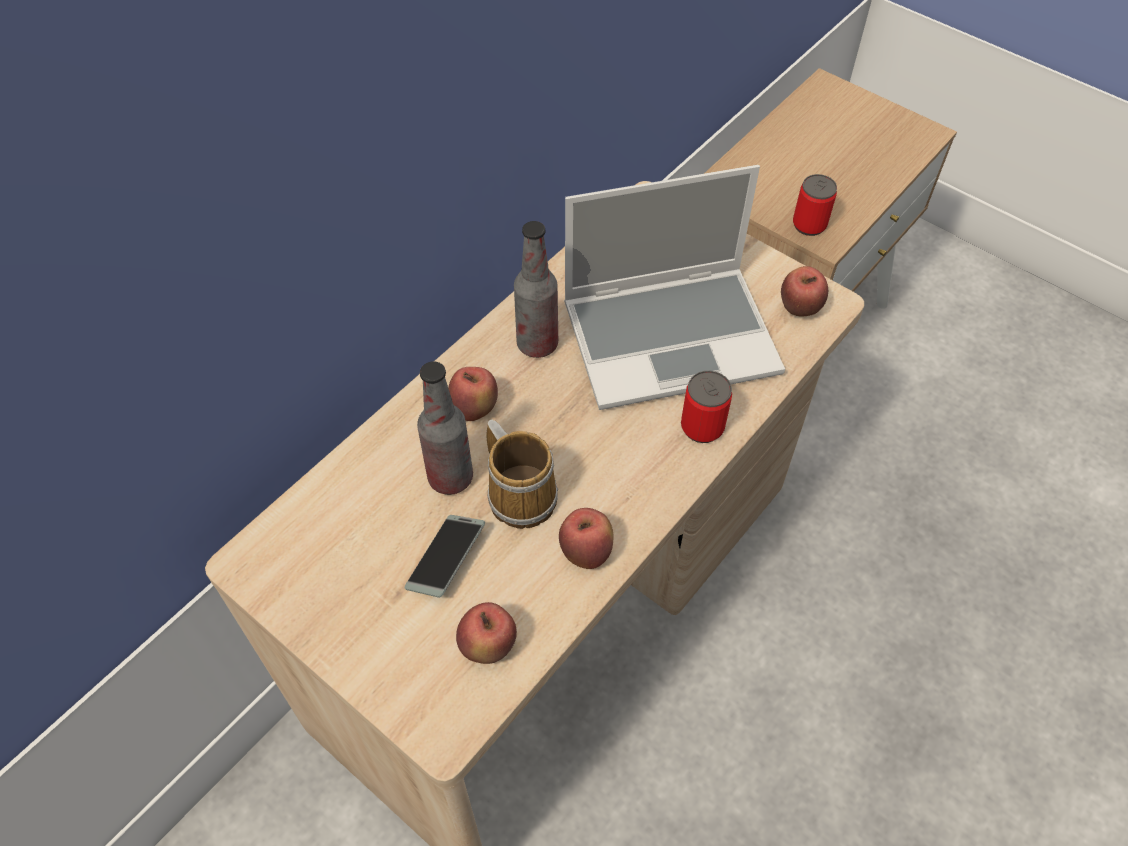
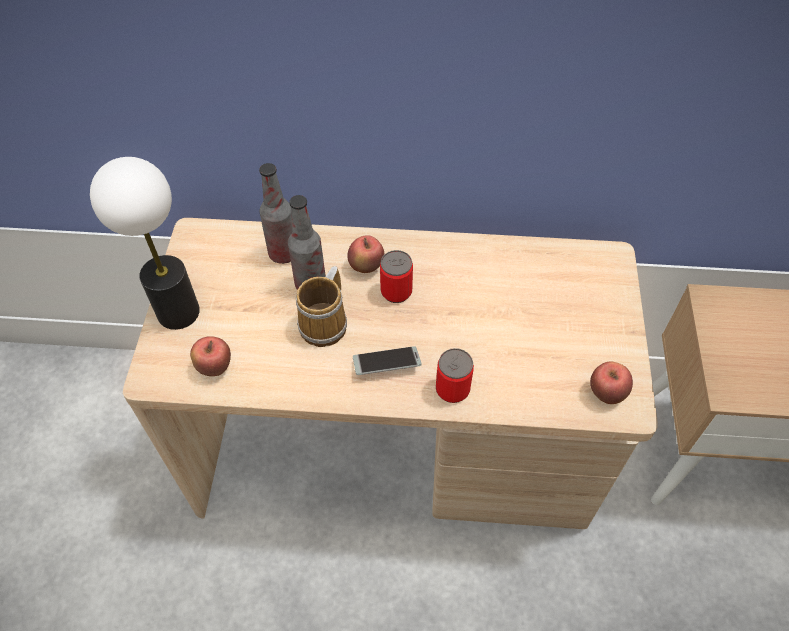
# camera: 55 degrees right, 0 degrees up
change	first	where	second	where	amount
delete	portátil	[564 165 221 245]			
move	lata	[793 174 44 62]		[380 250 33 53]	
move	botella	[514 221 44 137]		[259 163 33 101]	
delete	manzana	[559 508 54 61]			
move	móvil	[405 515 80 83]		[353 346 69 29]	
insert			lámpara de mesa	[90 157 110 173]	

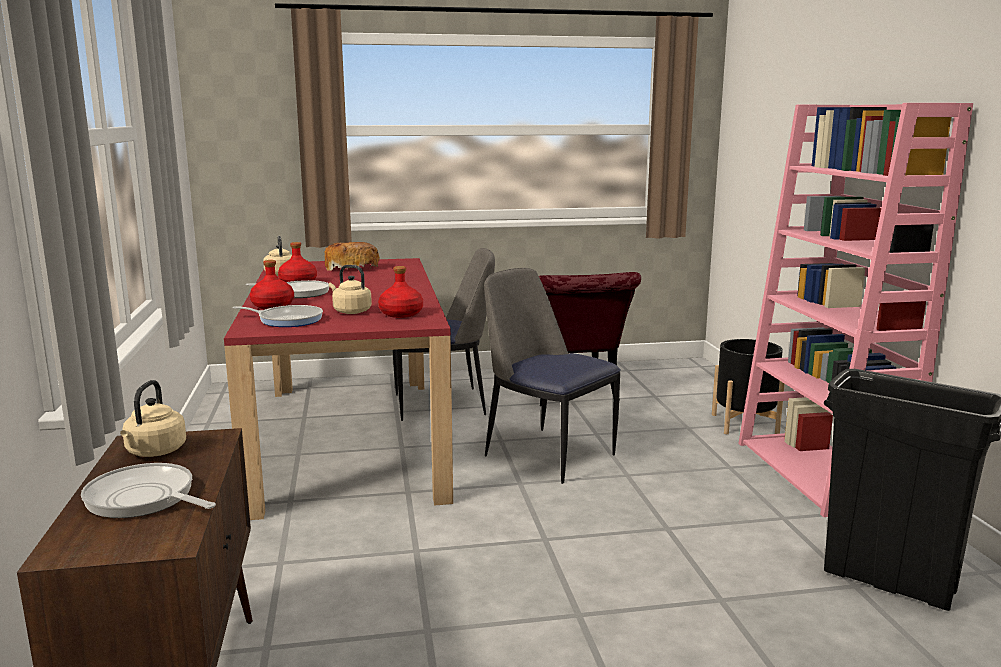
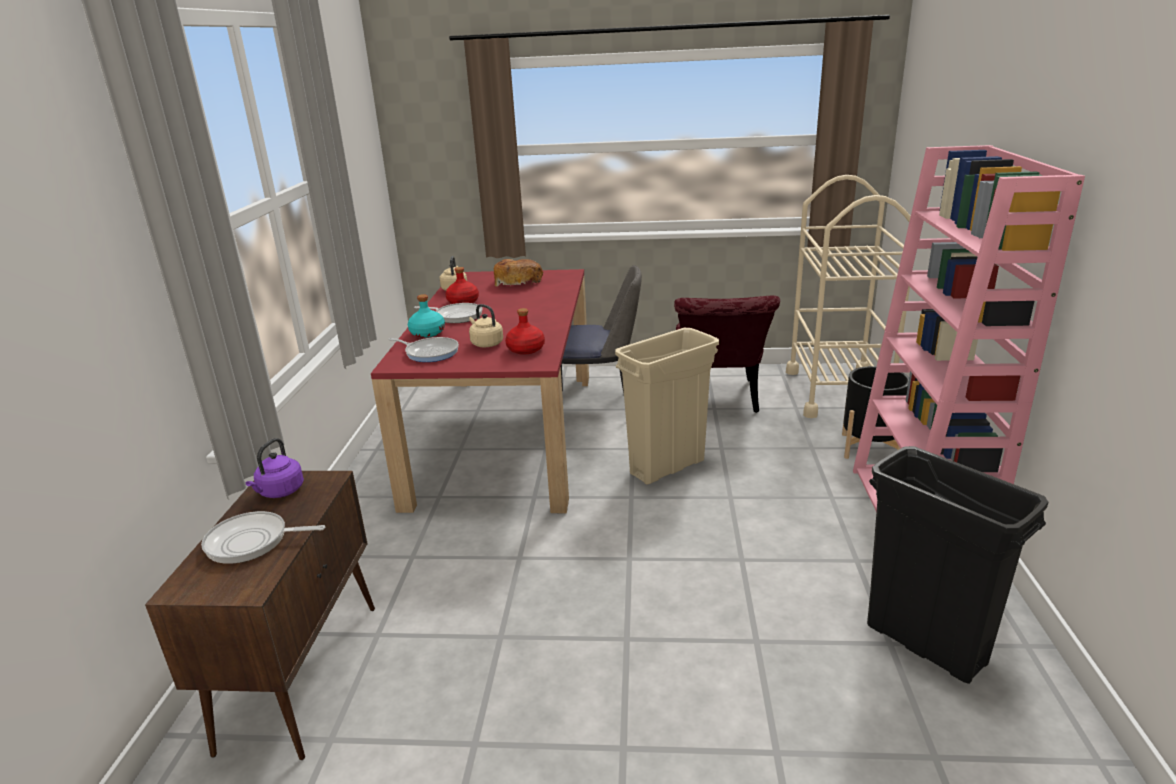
# camera: 15 degrees right, 10 degrees up
change	first	where	second	where	amount
recolor	botella (rojo)	[250 260 44 49]	botella (turquesa)	[408 294 37 44]	
replace	silla	[484 268 137 216]	papelera (beis)	[615 328 104 157]	
recolor	hervidor (beis)	[120 380 66 77]	hervidor (morado)	[246 438 58 60]	
rotate	sartén	[81 463 135 55]		[201 511 124 53]	45 degrees counterclockwise
insert			carrito (beis)	[786 175 125 243]	

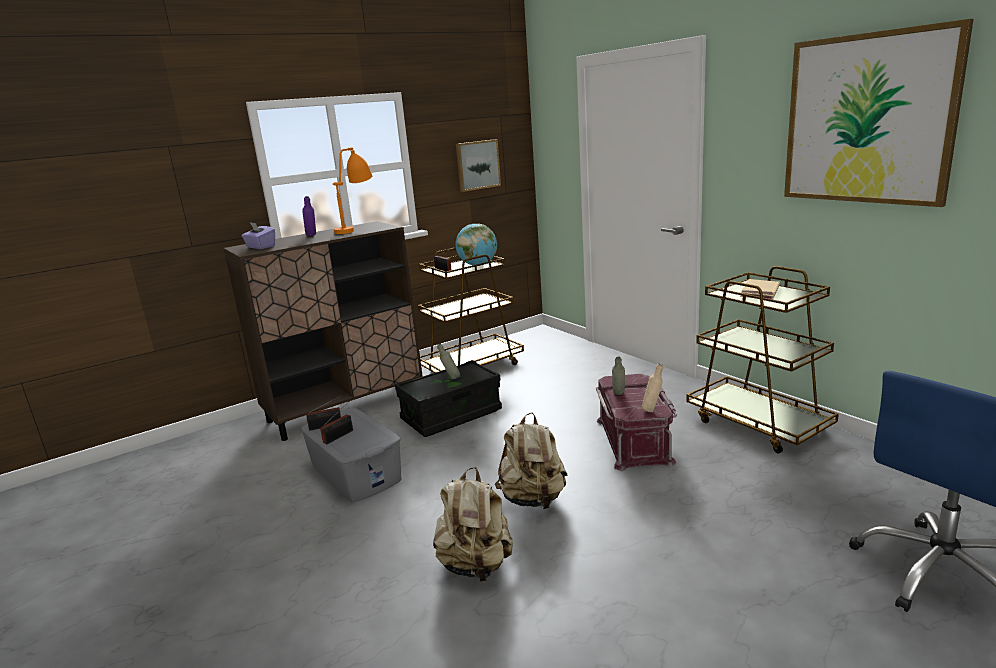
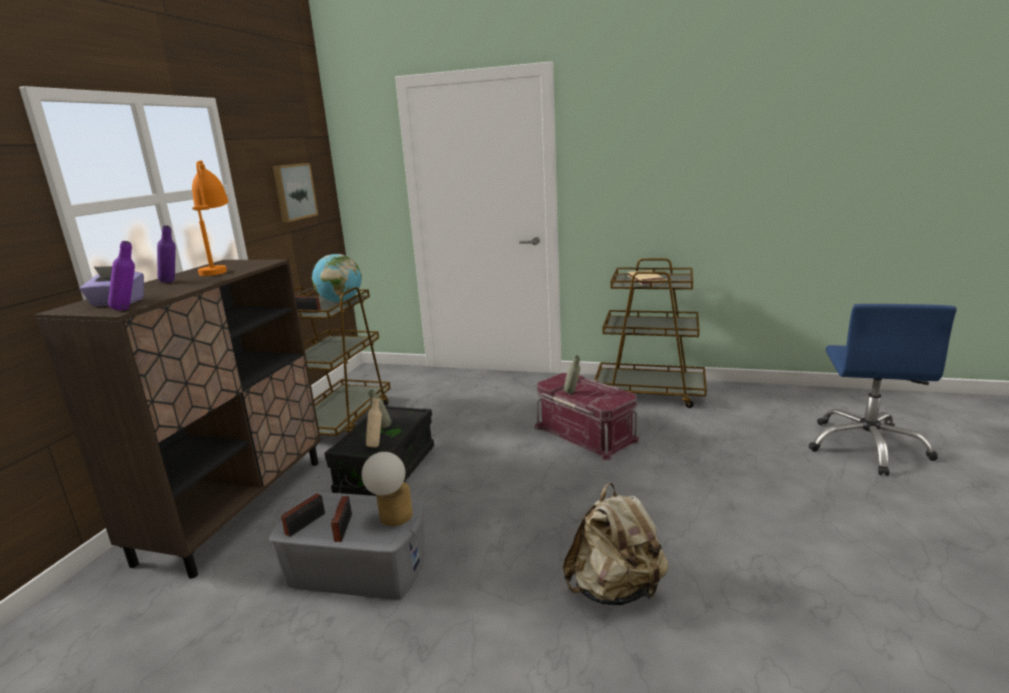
# camera: 40 degrees left, 0 degrees up
change	first	where	second	where	amount
delete	cuadro	[784 19 190 188]			
move	botella (beis)	[641 363 22 49]		[366 397 16 50]	
delete	mochila (beis)	[495 412 73 97]			
insert			botella (morado)	[108 241 27 70]	
insert			lámpara de mesa	[362 452 51 74]	

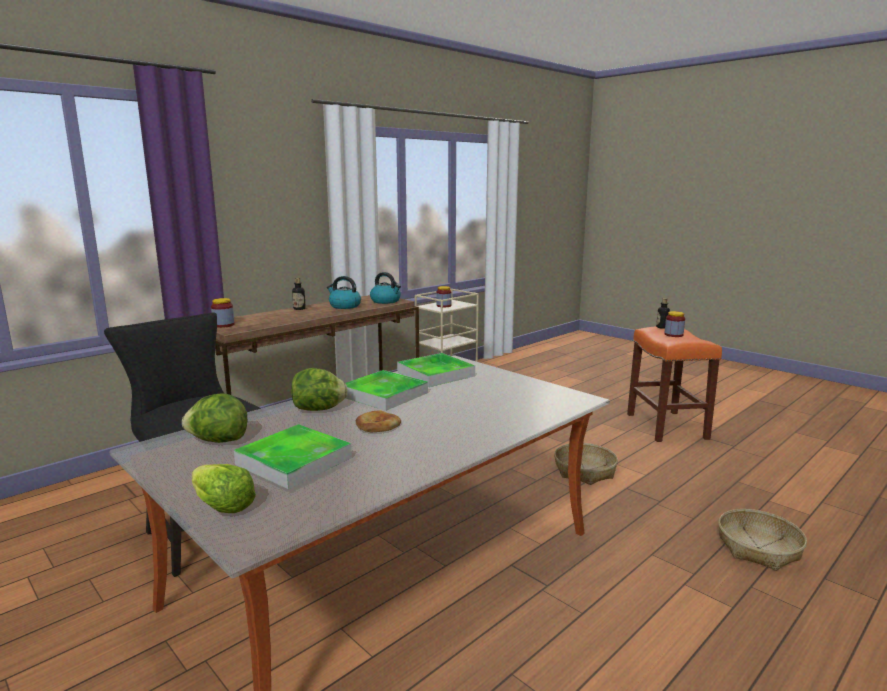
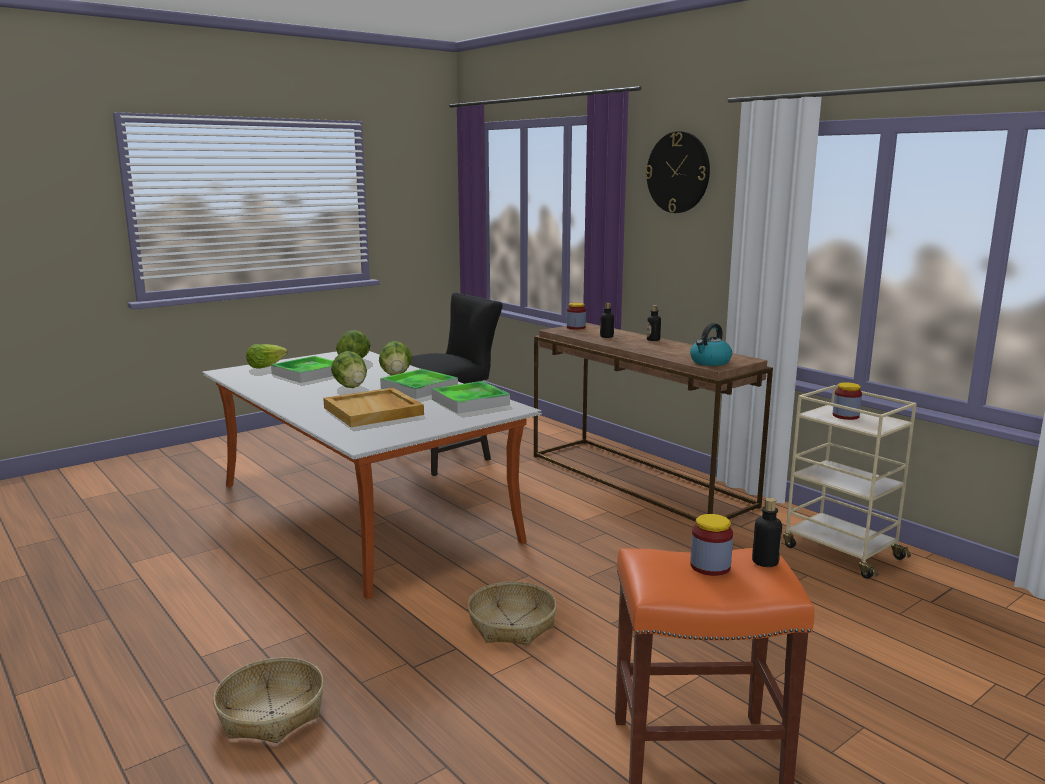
# camera: 95 degrees right, 0 degrees up
change	first	where	second	where	amount
delete	hervidor	[327 276 34 33]			
replace	pan	[356 410 45 23]	lechuga	[331 351 36 37]	
insert			reloj de pared	[645 131 65 82]	
insert			botella	[600 303 14 35]	
insert			bandeja (beis)	[323 388 101 39]	

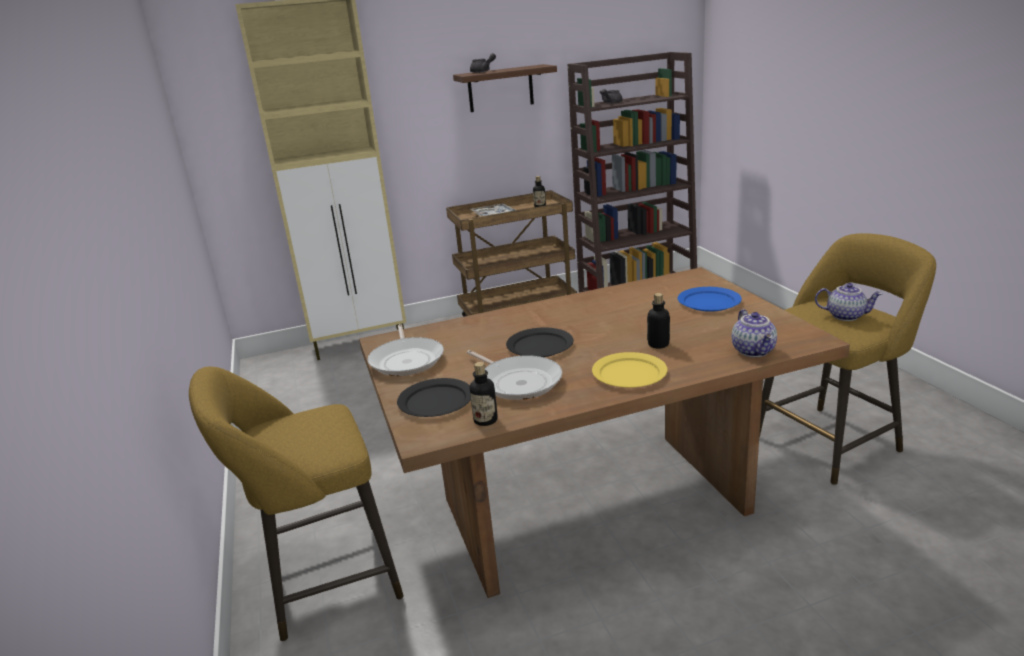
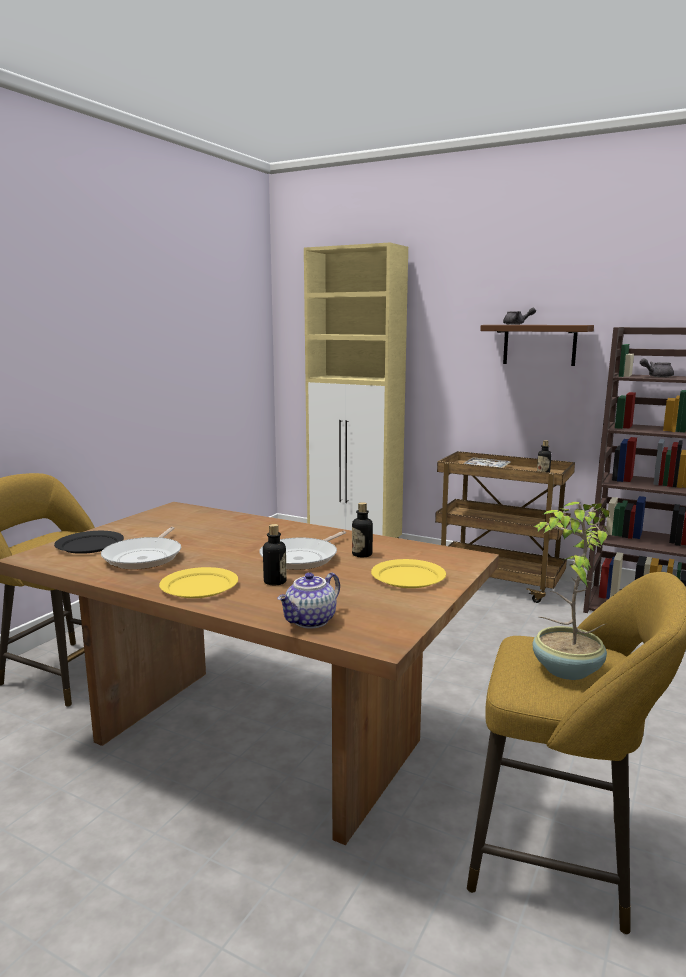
# camera: 45 degrees right, 10 degrees down
change	first	where	second	where	amount
replace	tetera	[815 283 67 38]	planta en maceta	[532 502 78 178]	
recolor	plato (azul)	[678 287 64 25]	plato (amarillo)	[371 559 75 29]	
move	sartén	[368 324 76 52]		[259 531 87 39]	
delete	plato (negro)	[506 327 68 30]			
move	botella	[470 362 28 64]		[352 502 21 55]	

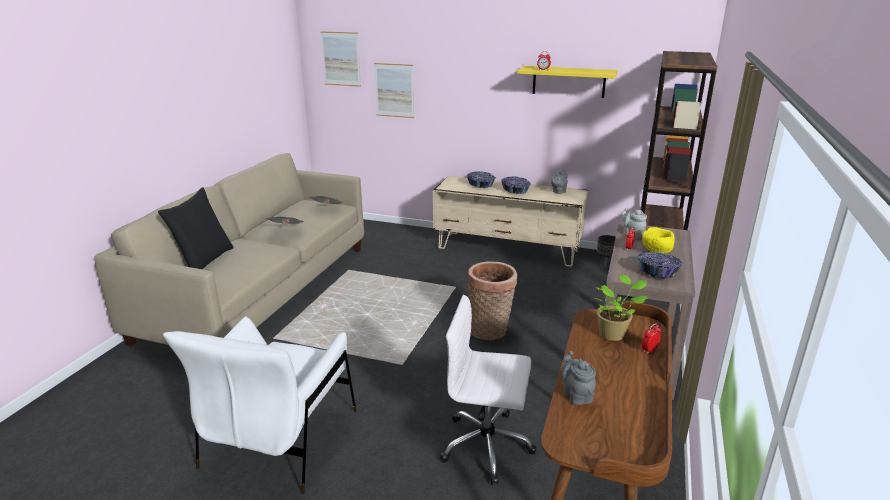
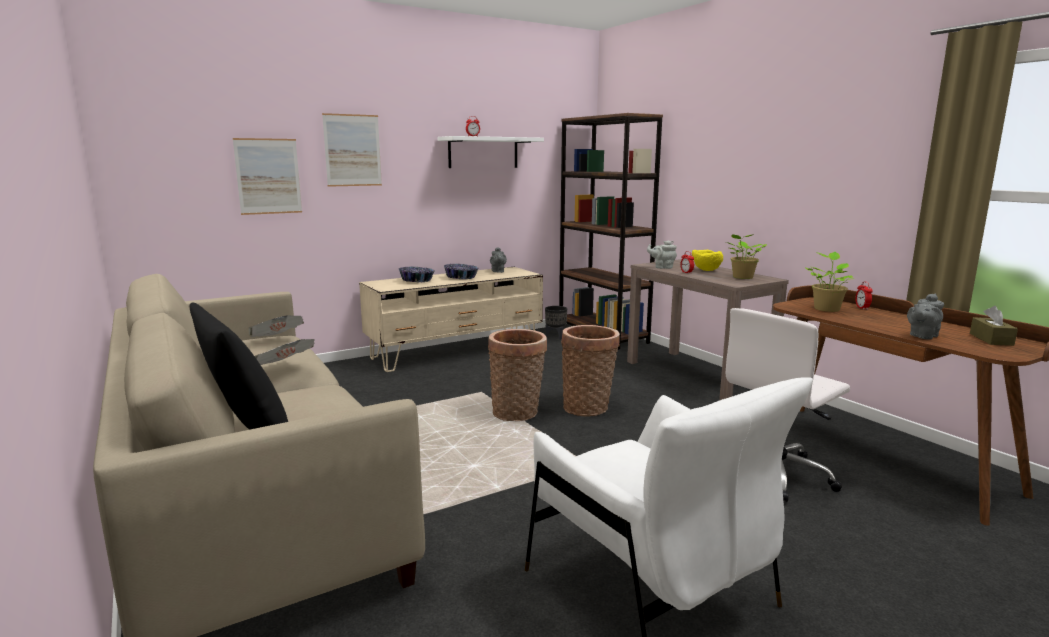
# camera: 50 degrees left, 10 degrees down
change	first	where	second	where	amount
move	cuadro	[320 31 41 56]		[322 113 60 74]	
recolor	estante (amarillo)	[517 66 101 32]	estante (blanco)	[437 136 107 32]	
replace	cuenco	[638 252 45 27]	planta en maceta	[726 234 41 45]	
rotate	tetera (gris)	[561 351 35 54]		[907 294 37 46]	60 degrees counterclockwise
insert			caja de pañuelos (marrón)	[970 306 48 40]	
insert			cesta	[488 329 59 92]	

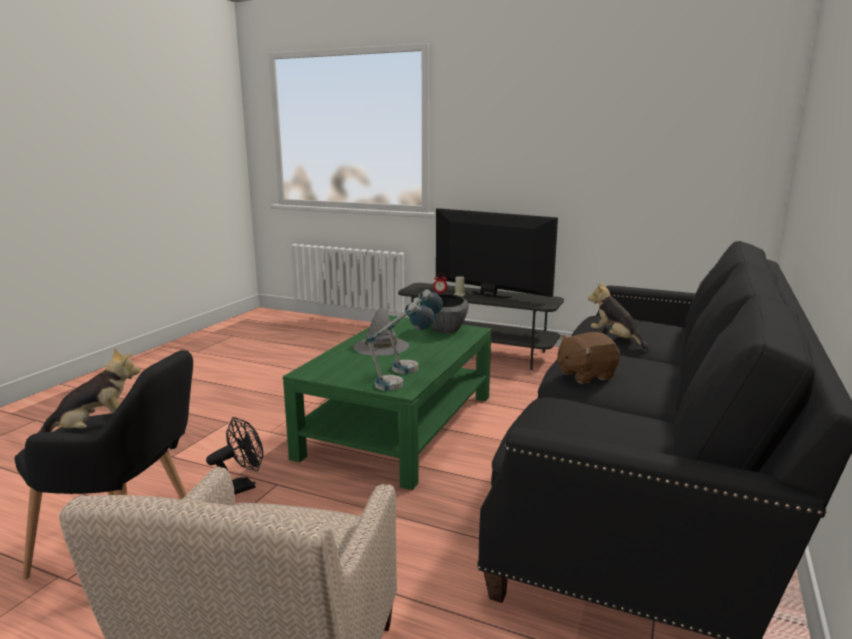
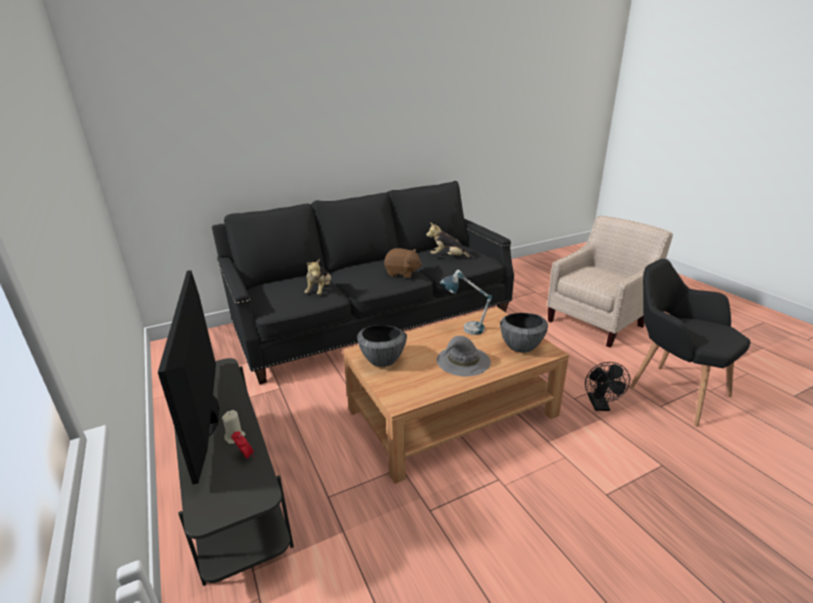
# camera: 140 degrees left, 10 degrees up
change	first	where	second	where	amount
delete	lámpara de mesa	[367 302 68 89]			
recolor	mesa de centro (verde)	[283 315 209 175]	mesa de centro (marrón)	[343 307 226 177]	
move	peluche	[38 348 102 85]		[426 223 48 36]	
rotate	ventilador (negro)	[206 417 58 78]		[585 362 45 49]	90 degrees counterclockwise
insert			cuenco	[500 313 48 40]	

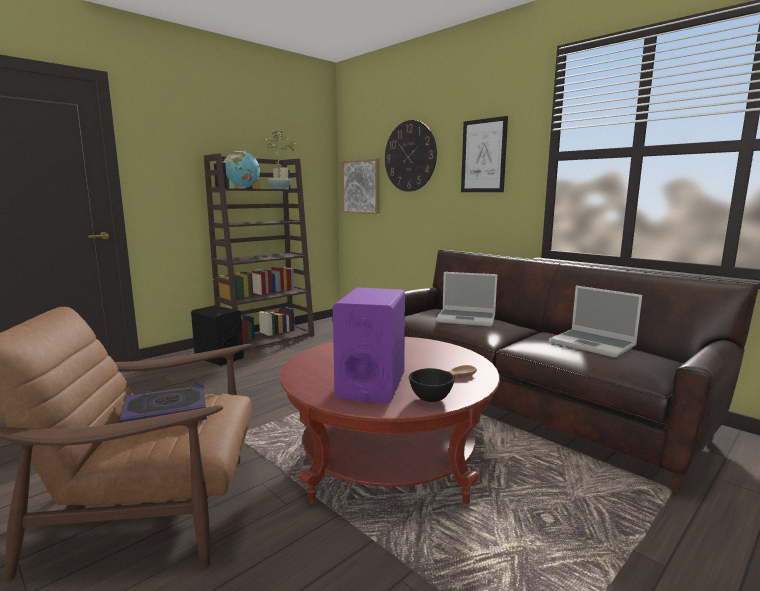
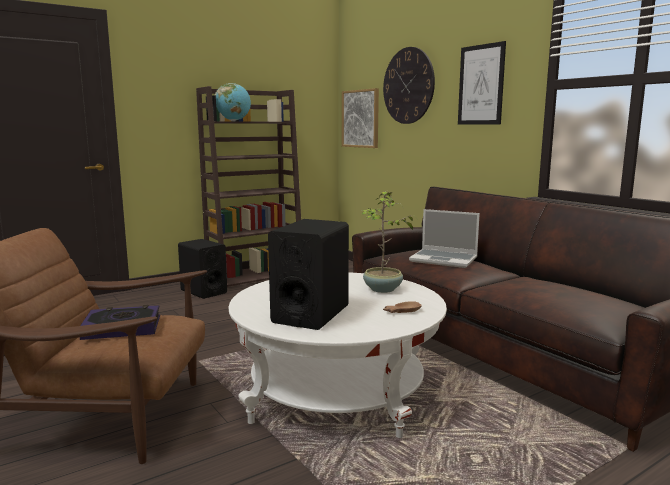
# camera: 10 degrees right, 0 degrees up
change	first	where	second	where	amount
move	planta en maceta	[263 130 31 59]		[361 191 56 102]	
delete	portátil	[550 286 92 72]			
recolor	altavoz (morado)	[333 287 72 116]	altavoz (negro)	[268 219 81 111]	
recolor	mesa de centro (rojo)	[280 337 220 167]	mesa de centro (blanco)	[228 273 219 165]	
delete	cuenco (negro)	[409 368 46 34]			

